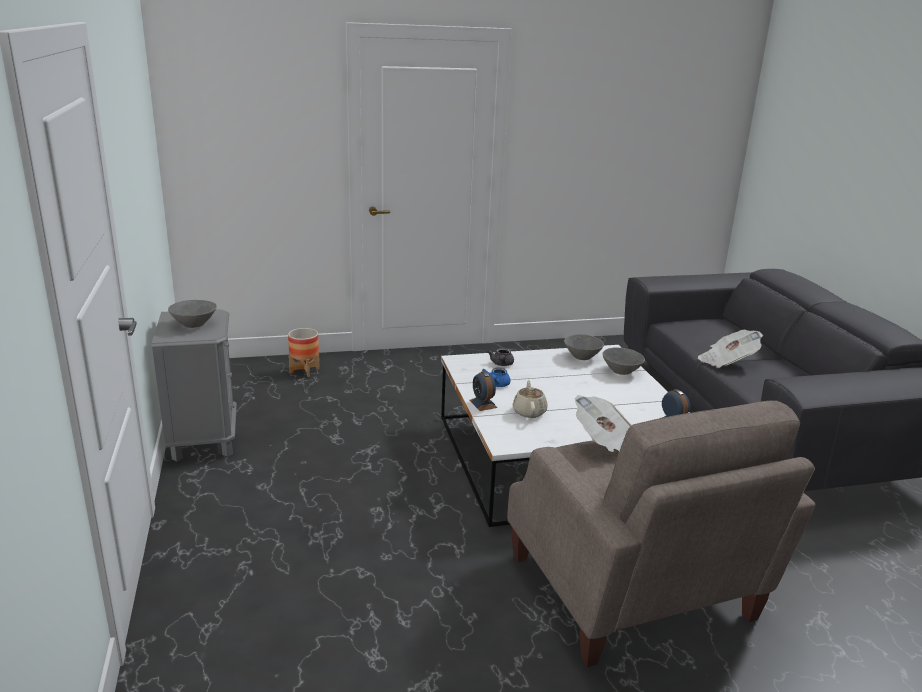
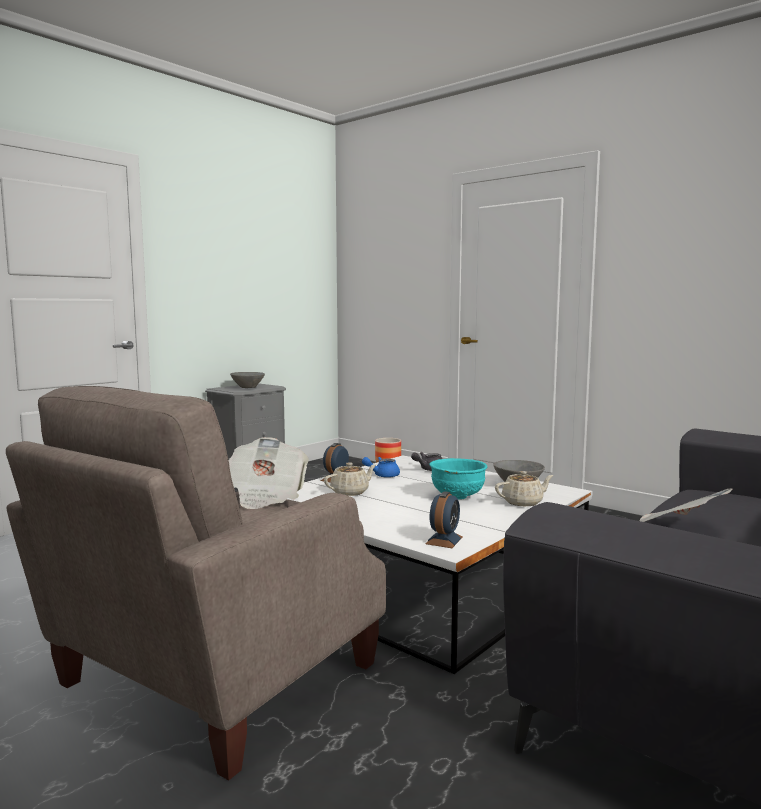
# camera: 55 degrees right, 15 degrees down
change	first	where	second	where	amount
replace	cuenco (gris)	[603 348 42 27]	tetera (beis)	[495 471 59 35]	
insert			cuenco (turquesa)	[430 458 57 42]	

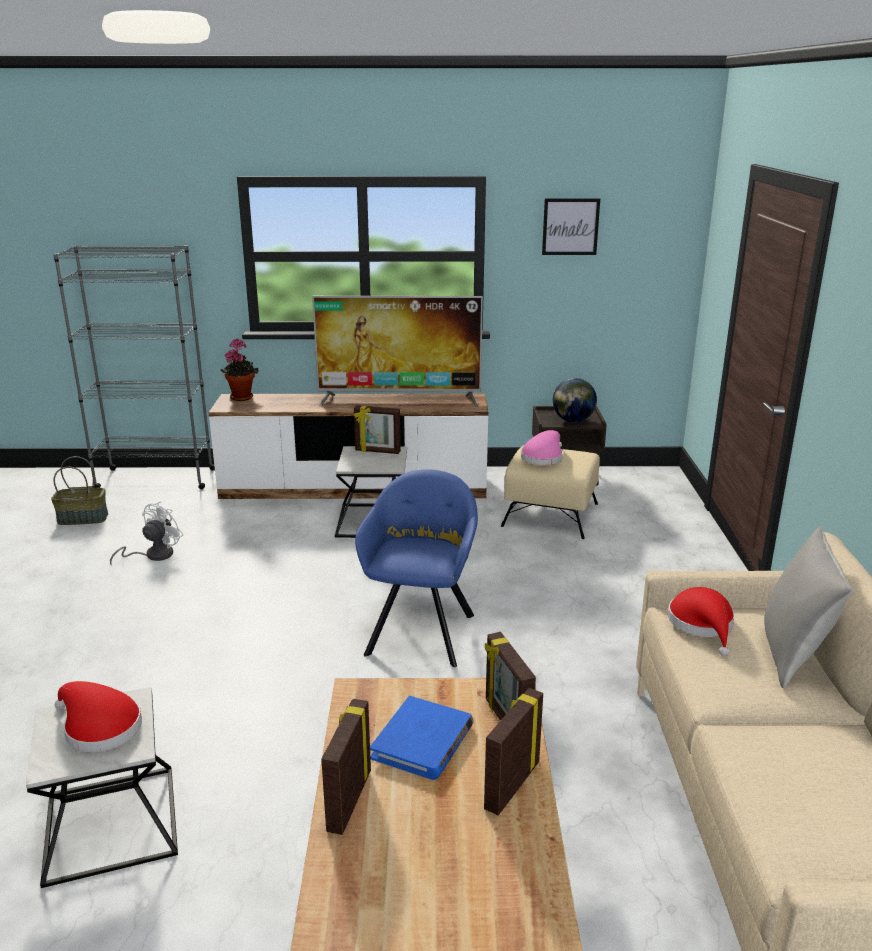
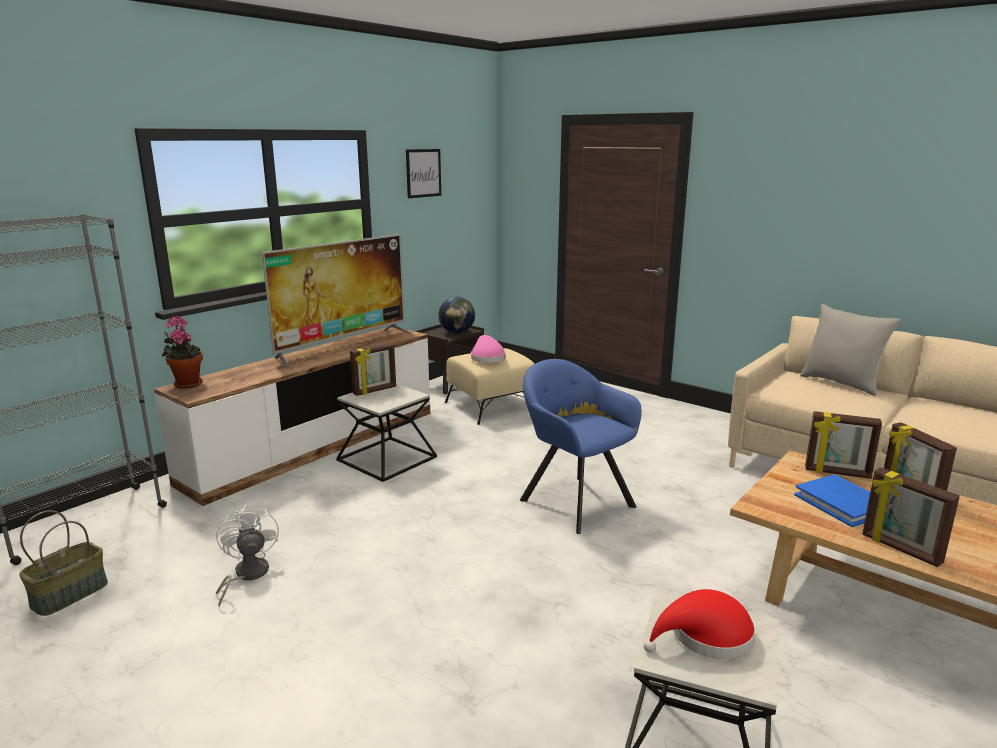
# camera: 50 degrees left, 5 degrees down
change	first	where	second	where	amount
delete	sombrero (rojo)	[668 587 67 69]			

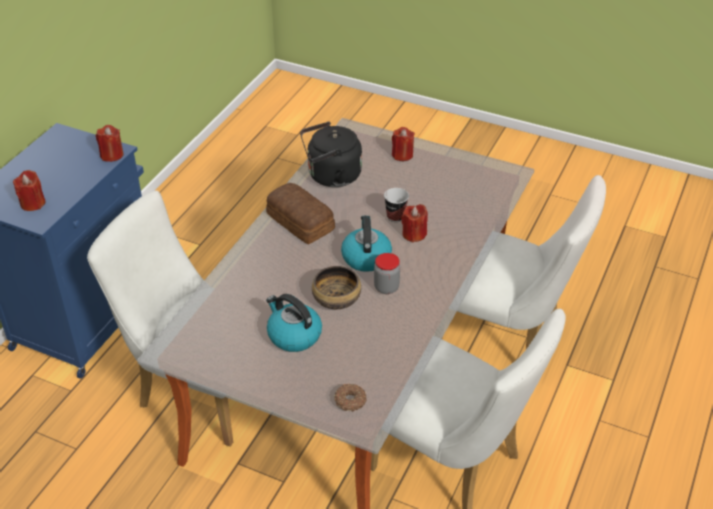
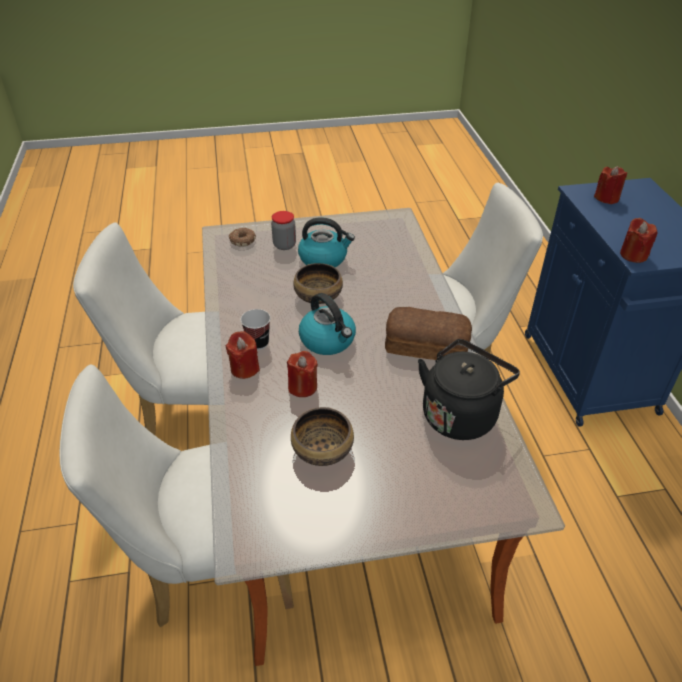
# camera: 145 degrees right, 0 degrees up
change	first	where	second	where	amount
move	vela (rojo)	[392 127 23 34]		[226 331 34 48]	
move	taza	[384 188 25 34]		[240 309 30 41]	
move	tarro	[374 253 26 41]		[271 211 25 39]	
insert			cuenco	[291 407 63 59]	

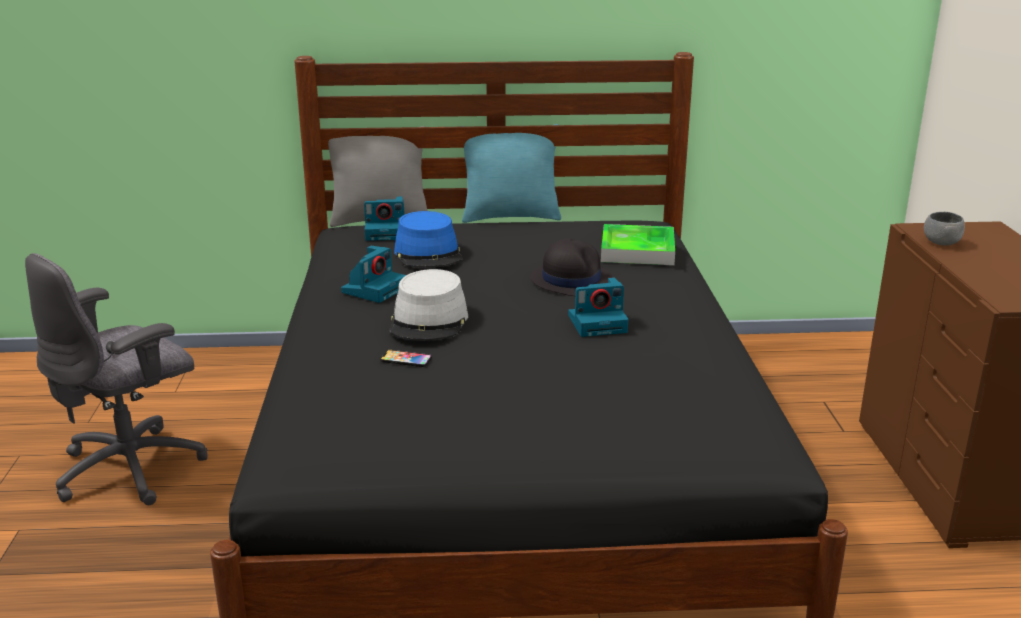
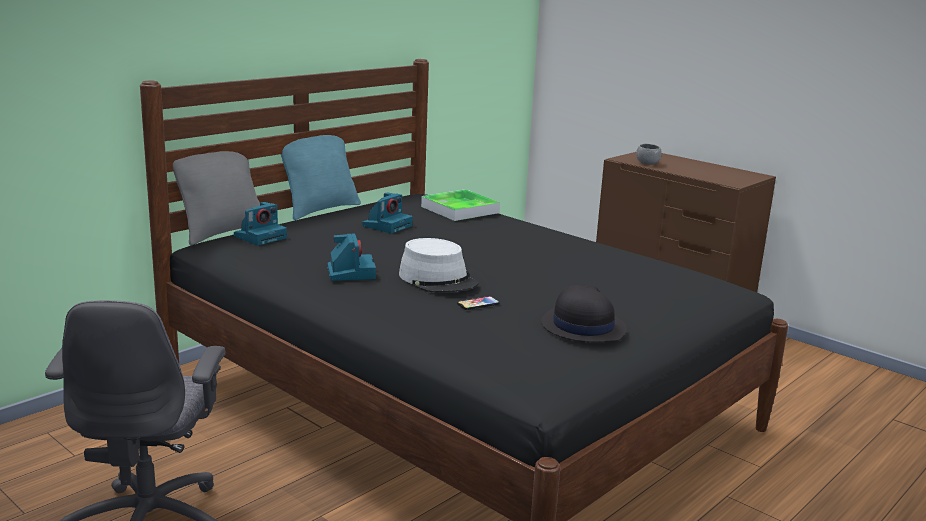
# camera: 45 degrees left, 5 degrees down
change	first	where	second	where	amount
delete	sombrero (azul)	[394 211 68 57]			
move	sombrero (negro)	[531 238 82 58]		[541 285 86 57]	
move	cámara	[568 277 60 60]		[362 192 51 42]	

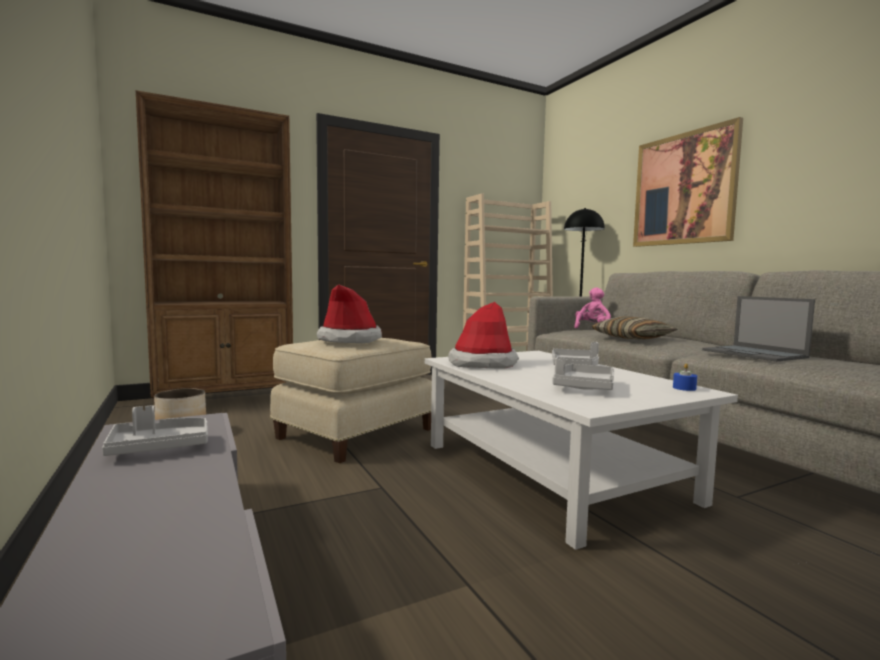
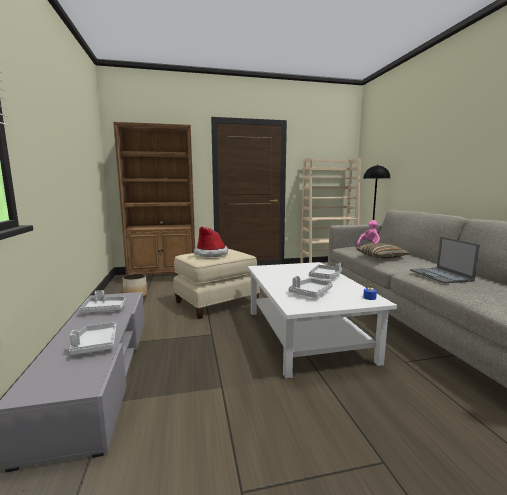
# camera: 15 degrees right, 5 degrees up
change	first	where	second	where	amount
delete	cuadro	[633 117 110 130]			
delete	sombrero	[448 302 71 67]			
insert			bandeja (gris)	[69 322 48 33]	

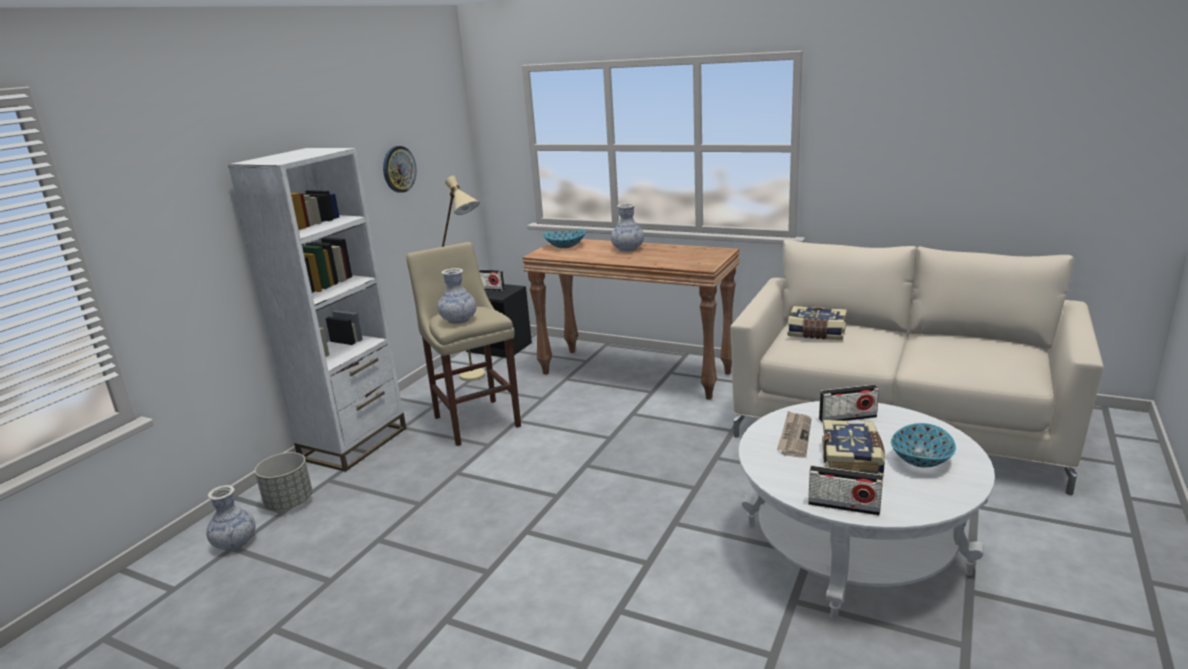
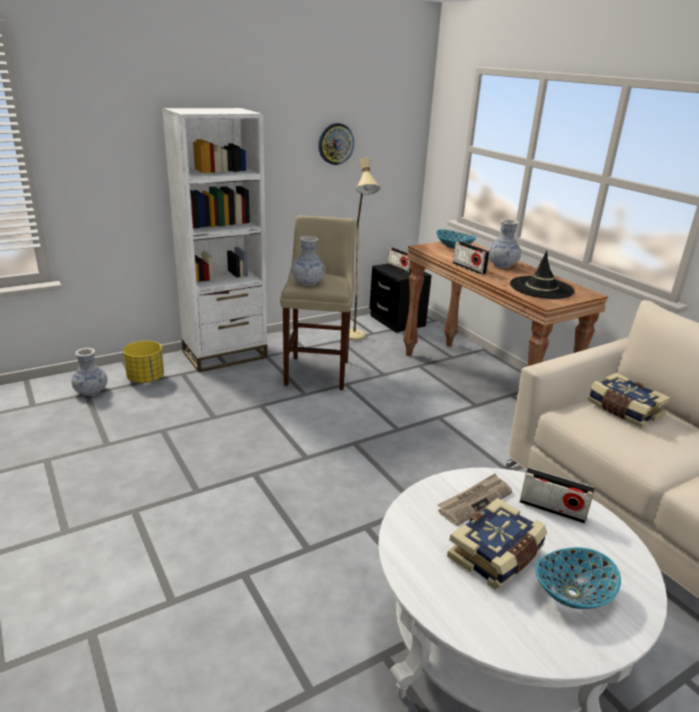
# camera: 30 degrees right, 5 degrees up
change	first	where	second	where	amount
recolor	maceta (gris)	[255 452 58 58]	maceta (amarillo)	[123 341 41 42]	
move	radio	[808 465 75 50]		[453 241 37 33]	
insert			sombrero (negro)	[510 251 65 48]	

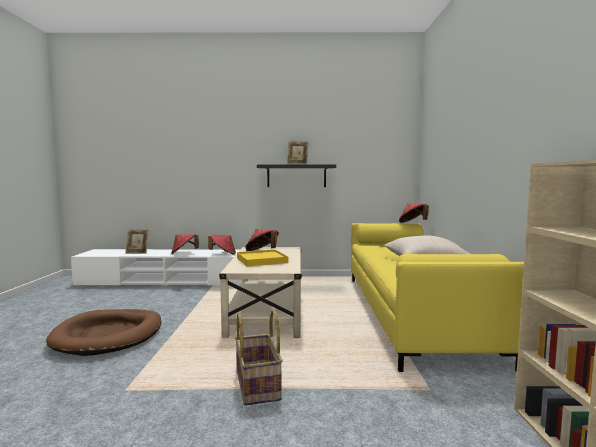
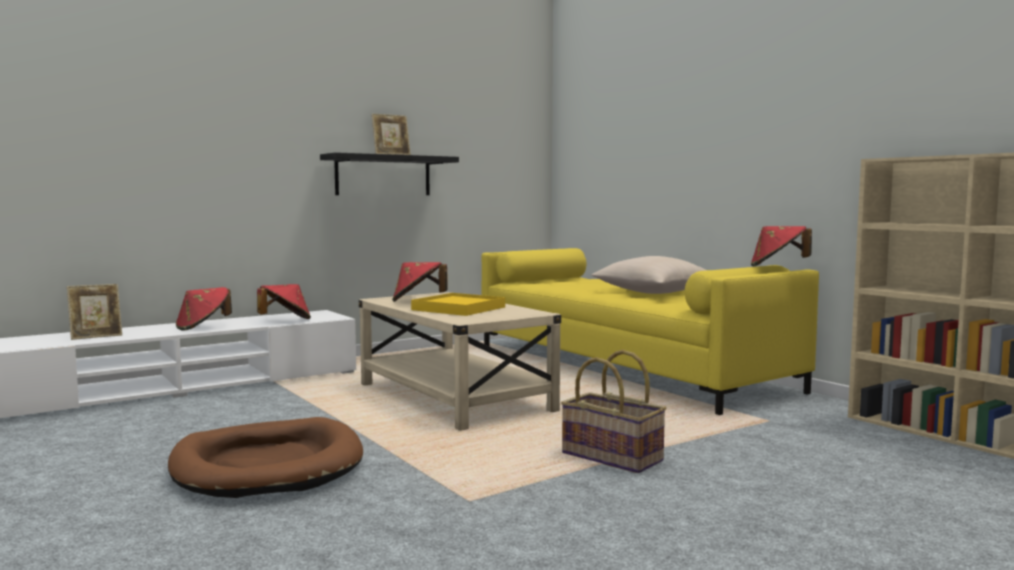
# camera: 35 degrees left, 0 degrees up
change	first	where	second	where	amount
move	sombrero (rojo)	[399 204 30 19]		[751 226 61 40]	

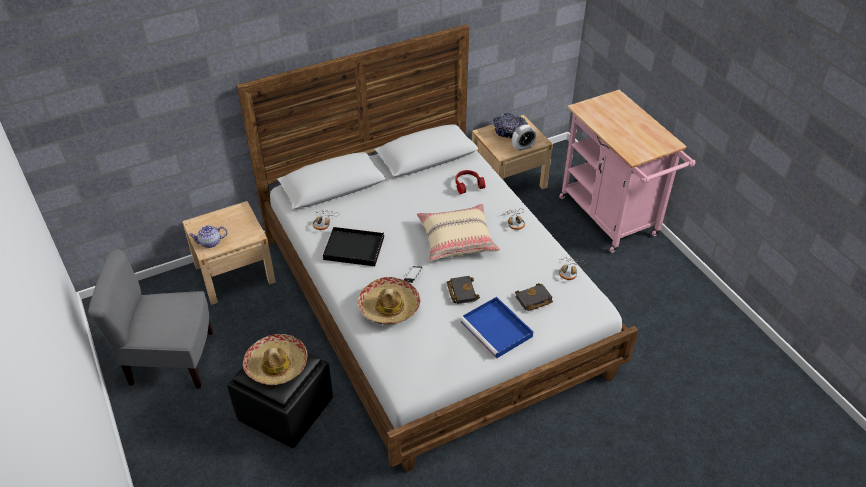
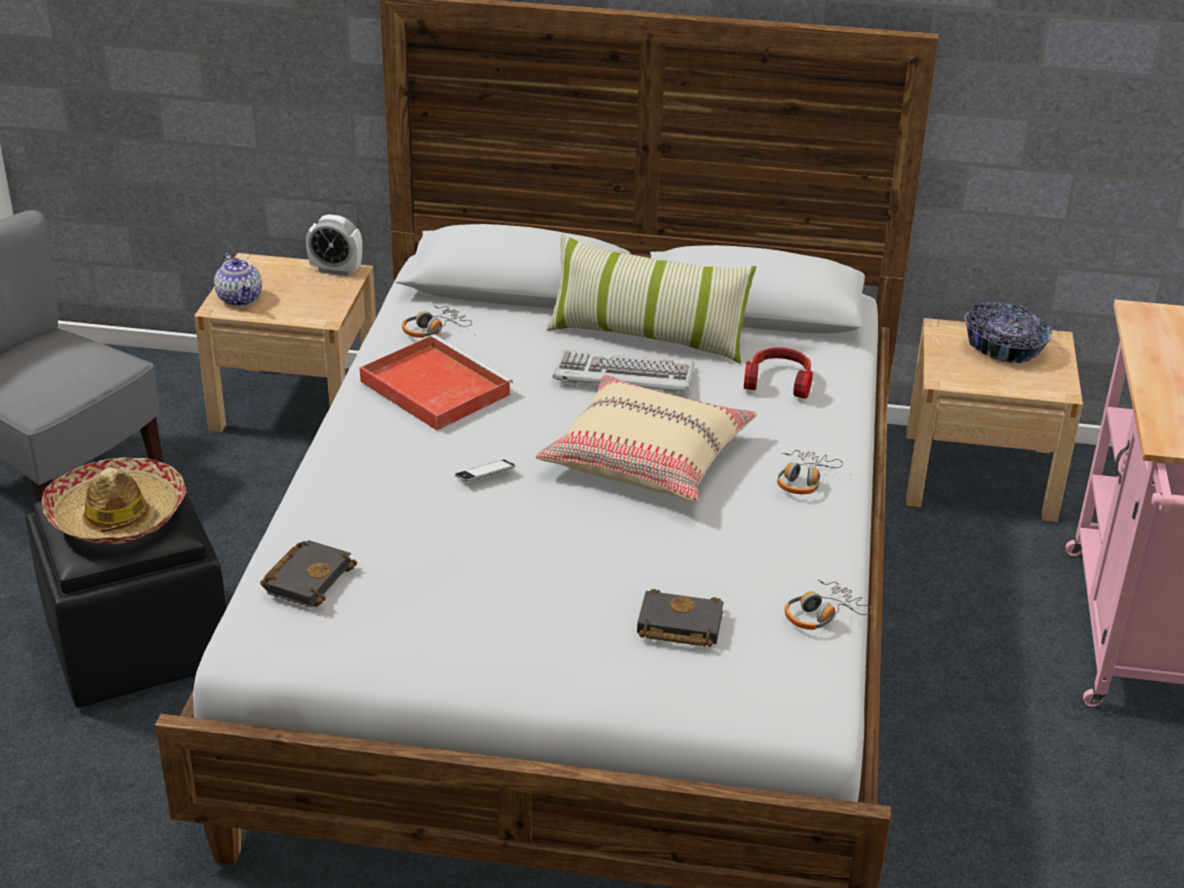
# camera: 35 degrees right, 10 degrees down
change	first	where	second	where	amount
move	despertador	[512 124 24 27]		[306 214 57 62]	
rotate	tetera	[189 225 39 23]		[214 253 48 53]	135 degrees counterclockwise
recolor	bandeja (negro)	[323 225 61 41]	bandeja (rojo)	[360 335 153 95]	
move	libro (negro)	[447 276 33 28]		[260 540 97 68]	
delete	sombrero	[358 277 62 48]			
delete	bandeja (azul)	[460 297 73 62]			
insert			cojín	[546 234 210 129]	
insert			teclado	[552 349 142 46]	

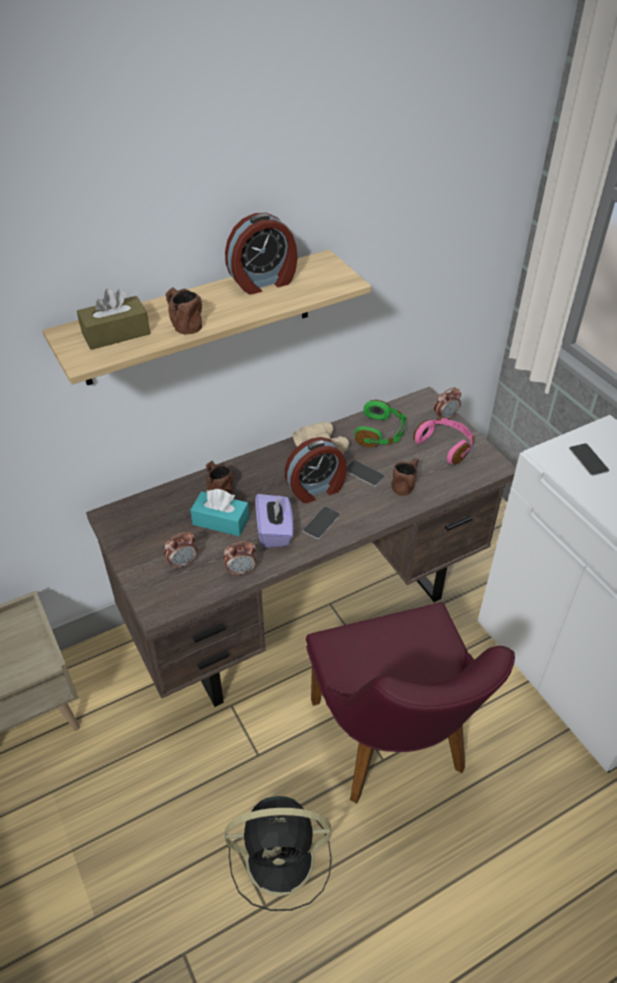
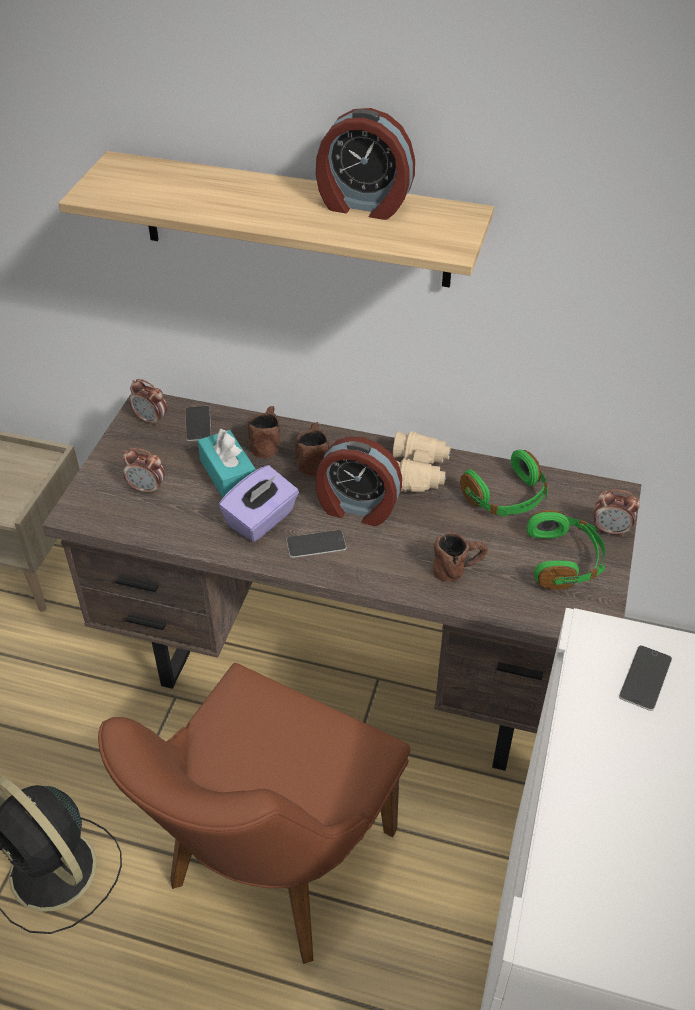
# camera: 45 degrees right, 0 degrees up
change	first	where	second	where	amount
move	taza grande (marrón)	[165 287 37 48]		[295 422 35 54]	
delete	caja de pañuelos (marrón)	[77 288 73 62]			
recolor	auriculares (rosa)	[413 418 61 46]	auriculares (verde)	[527 510 78 80]	
move	móvil	[346 460 39 26]		[185 406 26 35]	
move	despertador	[224 541 33 35]		[130 379 37 48]	
recolor	silla (morado)	[306 602 209 201]	silla (marrón)	[98 663 312 301]	

